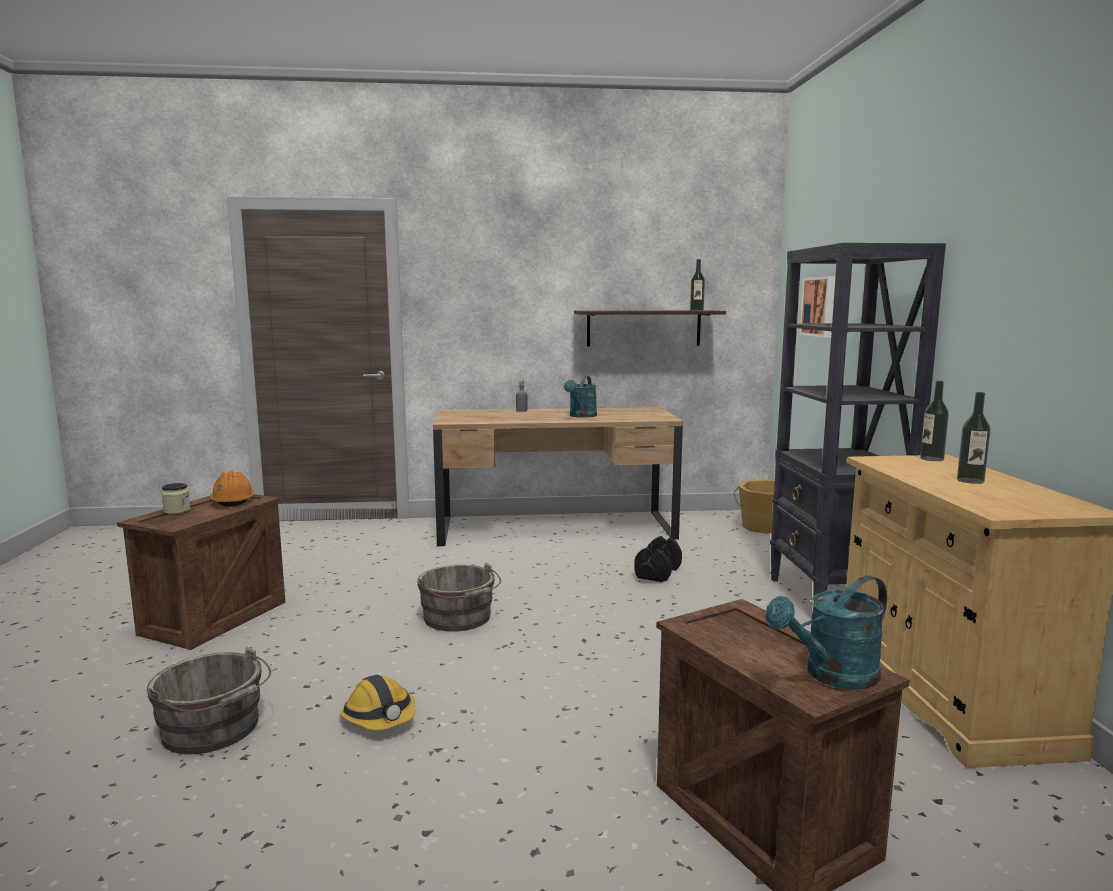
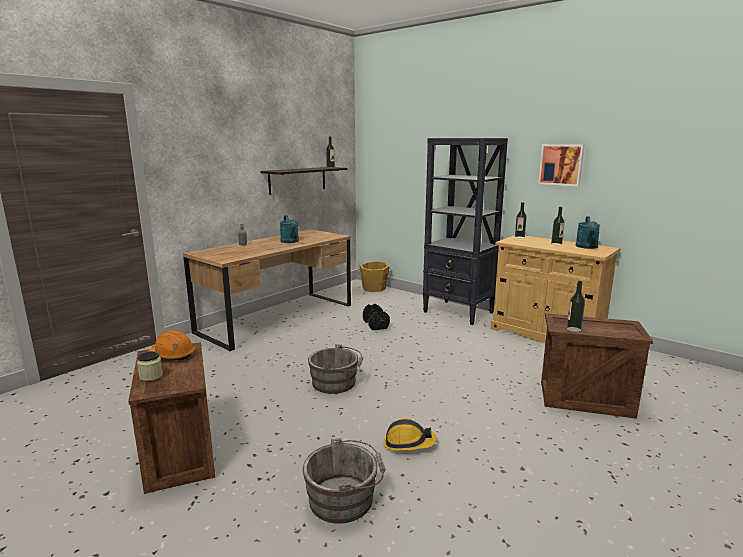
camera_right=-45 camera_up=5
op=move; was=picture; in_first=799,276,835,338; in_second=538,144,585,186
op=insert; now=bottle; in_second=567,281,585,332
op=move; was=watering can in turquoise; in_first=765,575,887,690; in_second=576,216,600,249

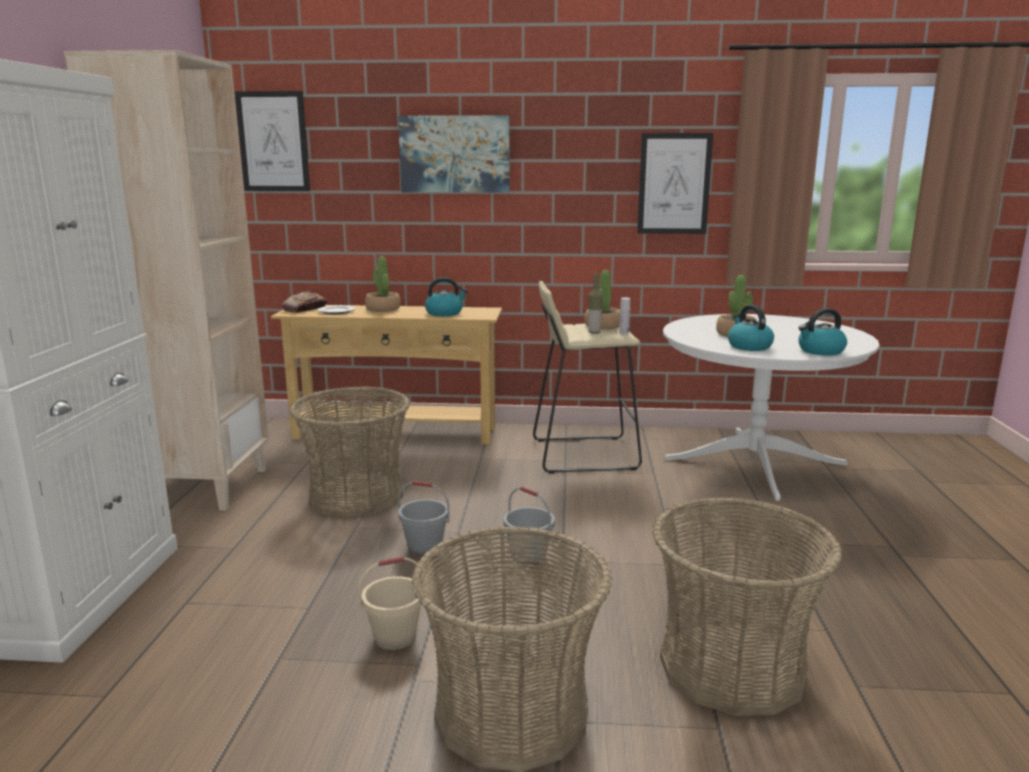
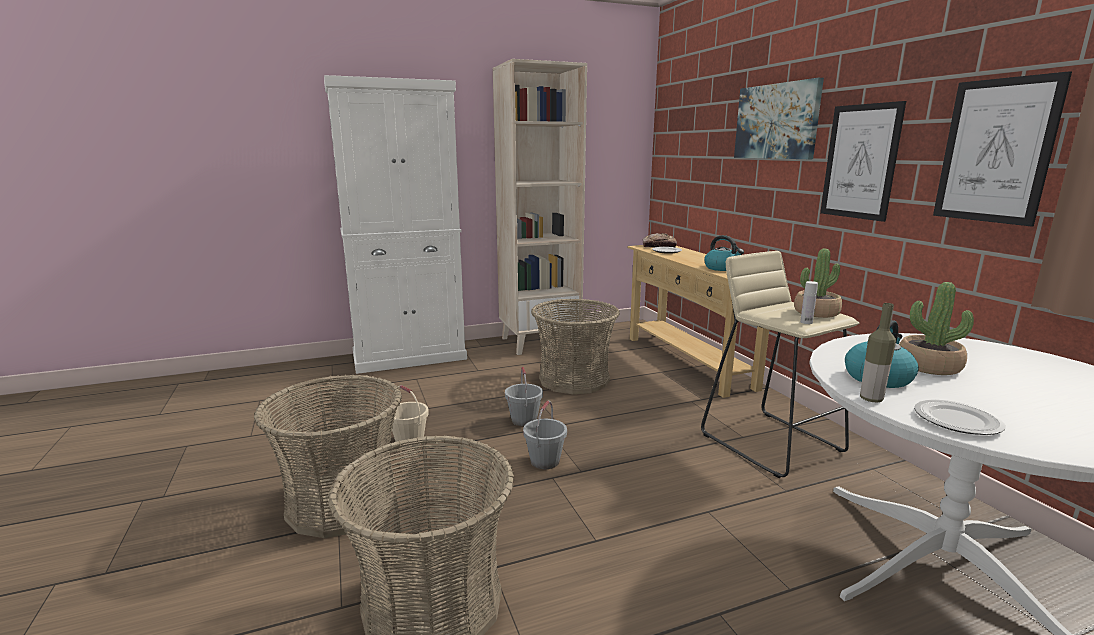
camera_right=65 camera_up=0
op=move; was=picture; in_first=235,91,310,191; in_second=820,101,906,222
op=move; was=bottle; in_first=588,274,602,334; in_second=860,303,896,402
op=replace; was=kettle; now=plate; in_first=799,308,847,356; in_second=914,400,1006,435
op=delete; was=potted plant; in_first=365,256,401,312

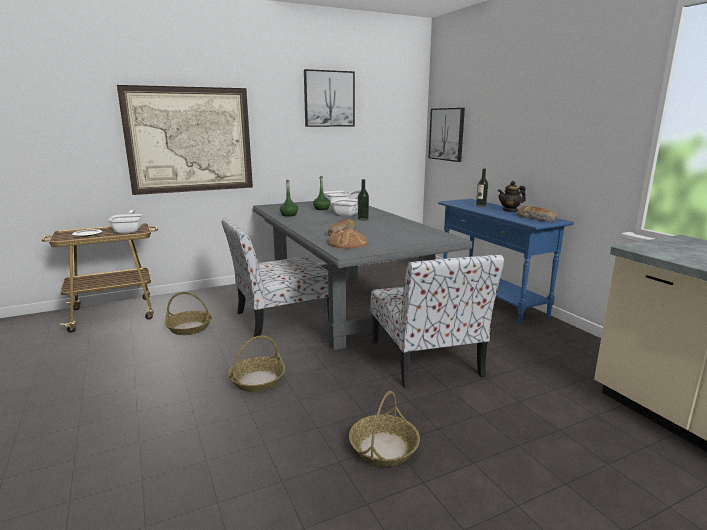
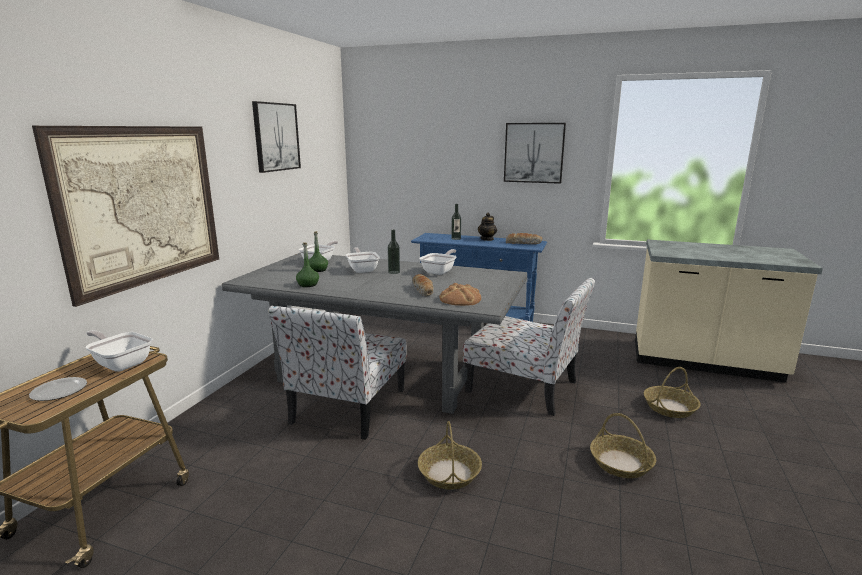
camera_right=-45 camera_up=0
op=insert; now=frying pan; in_second=419,249,456,275
op=move; was=picture; in_first=429,108,465,162; in_second=504,123,566,184
op=move; was=basket; in_first=165,292,212,335; in_second=644,367,701,418

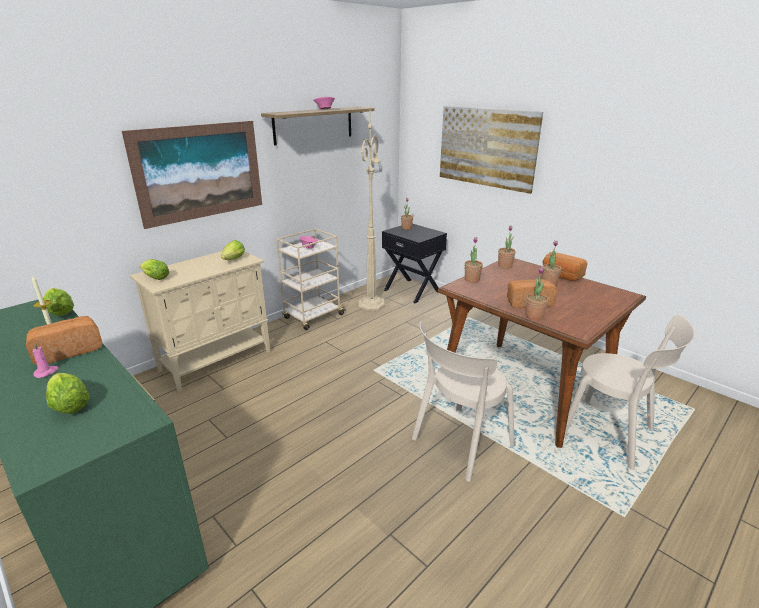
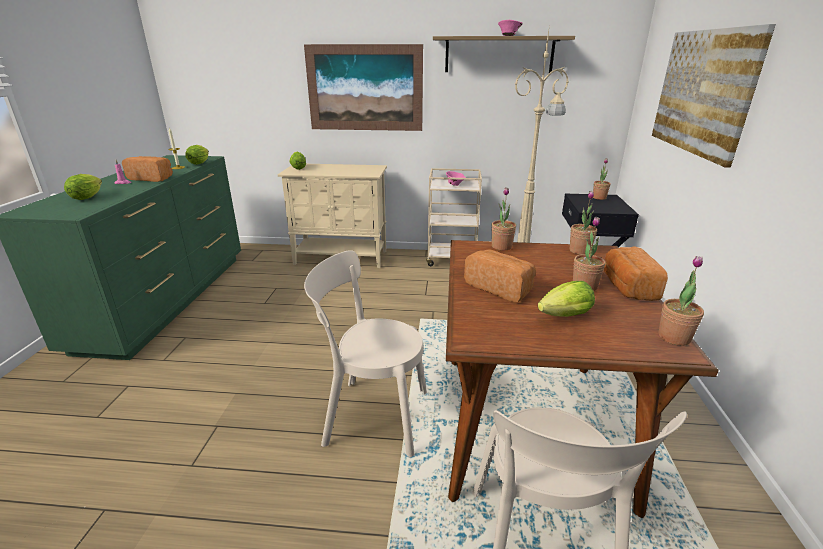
camera_right=50 camera_up=0
op=move; was=lettuce; in_first=221,240,245,260; in_second=538,281,595,317
op=move; was=potted plant; in_first=526,267,548,320; in_second=658,256,704,346

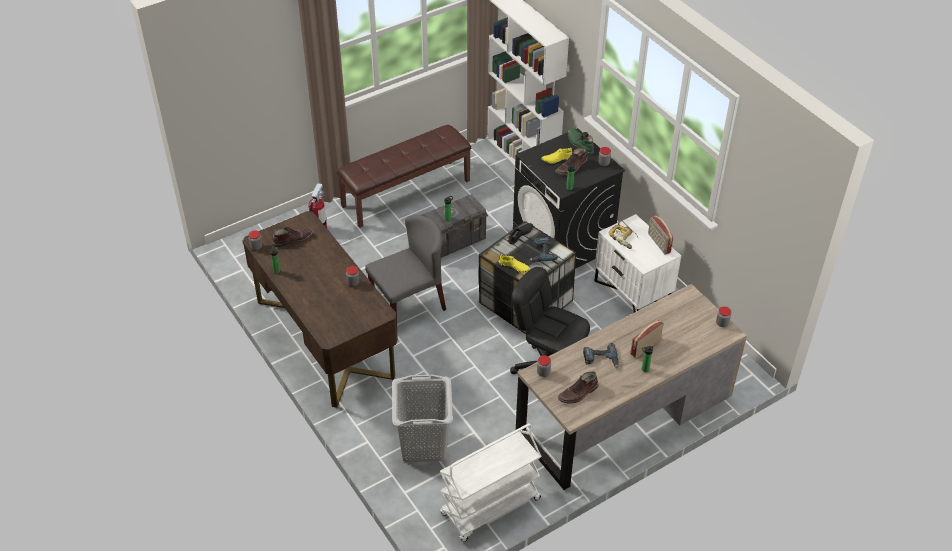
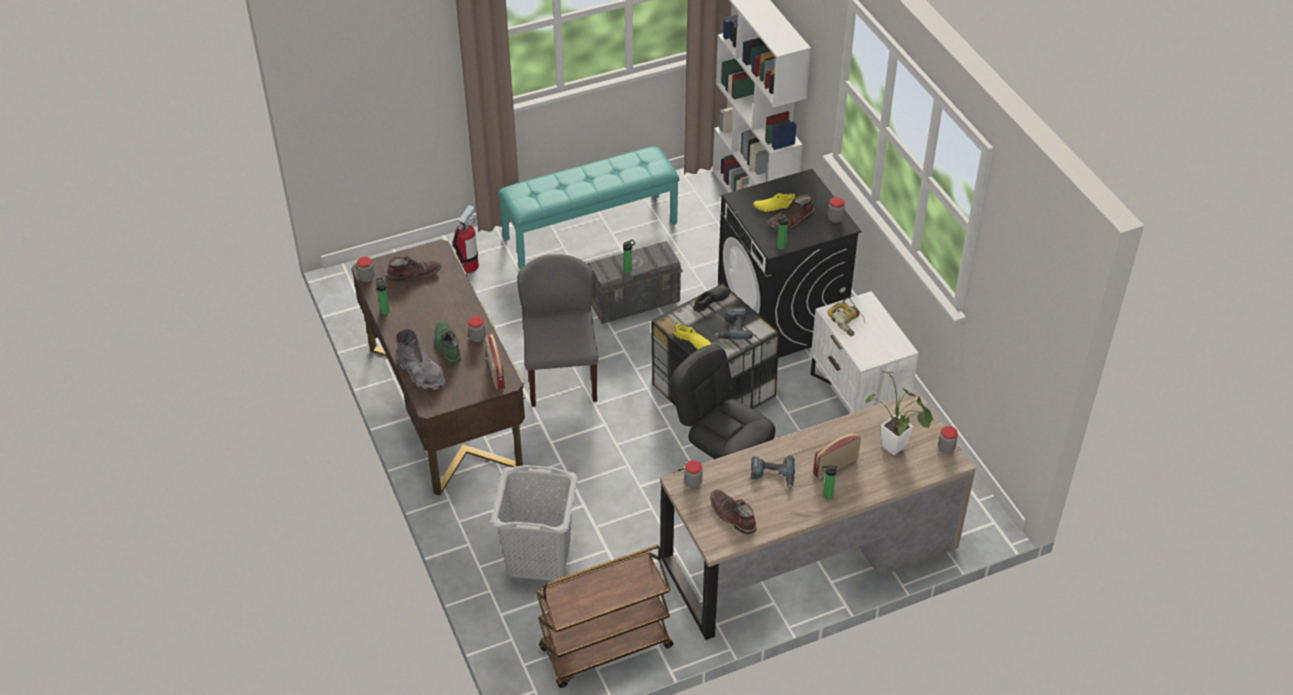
camera_right=10 camera_up=0
op=insert; now=boot in grey; in_second=396,329,445,390
op=move; was=boot in green; in_first=568,128,594,155; in_second=434,320,461,364
op=move; was=radio; in_first=648,216,673,254; in_second=485,334,505,390
op=recolor; was=bench in brown; now=bench in turquoise; in_first=337,125,471,228; in_second=498,147,680,269
op=rotate; was=chair in grey; in_first=365,215,446,320; in_second=517,254,598,407; clockwise=-75
op=recolor; was=cart in white; now=cart in brown; in_first=440,423,541,542; in_second=536,545,673,688
op=rotate; was=boot in brown; in_first=558,372,598,404; in_second=710,489,756,535; clockwise=75
op=insert; now=potted plant; in_second=865,371,933,455

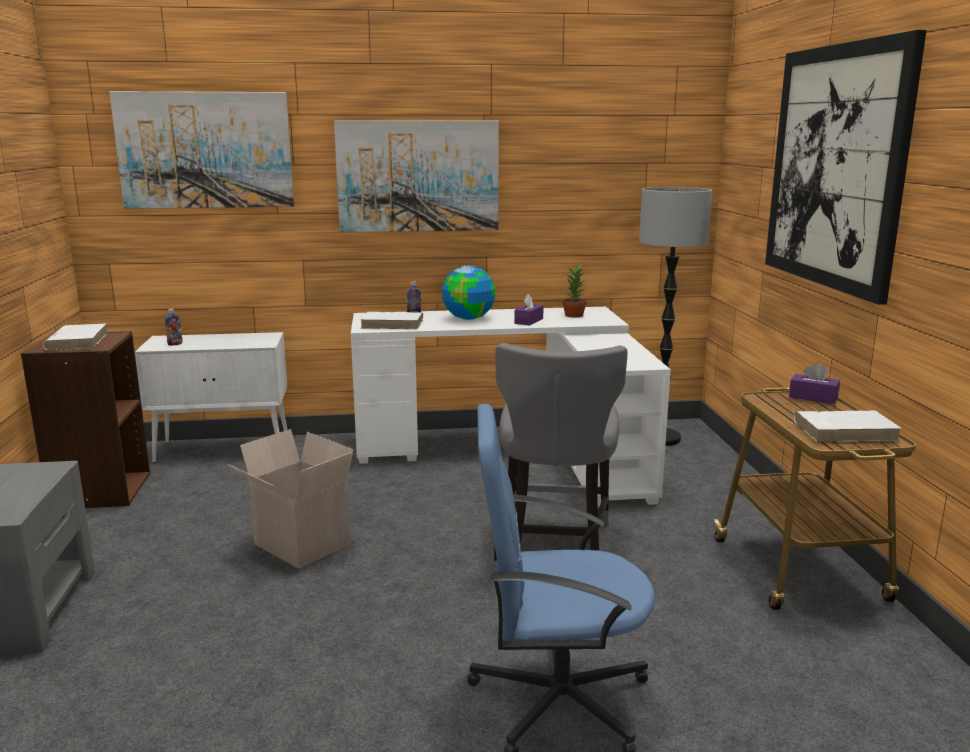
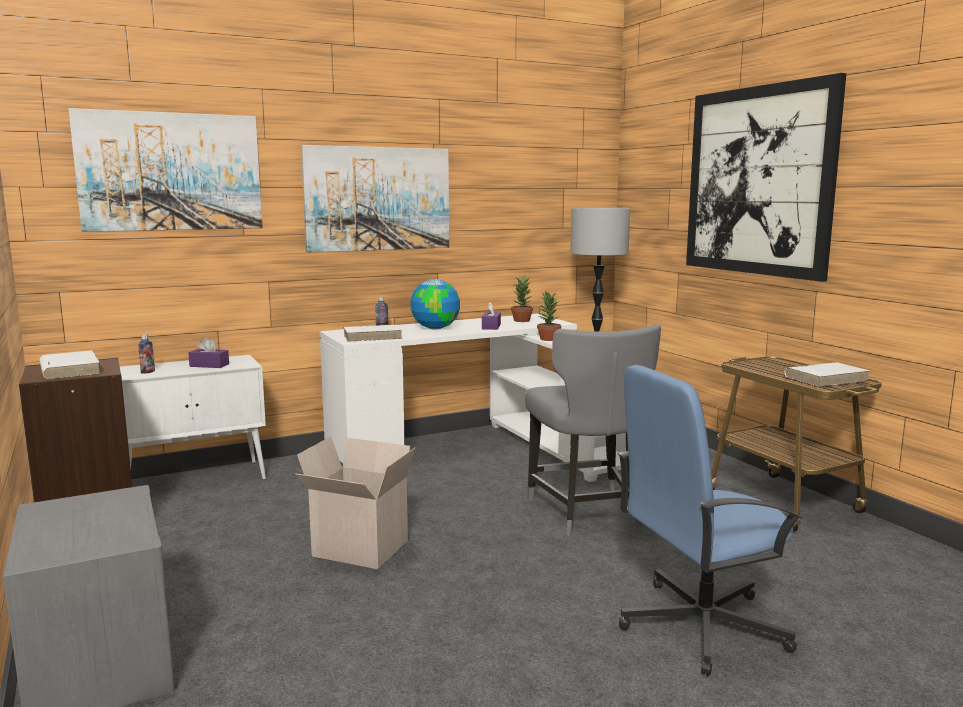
camera_right=-20 camera_up=-5
op=move; was=tissue box in purple; in_first=789,362,840,404; in_second=188,337,229,368
op=insert; now=potted plant; in_second=537,292,561,341

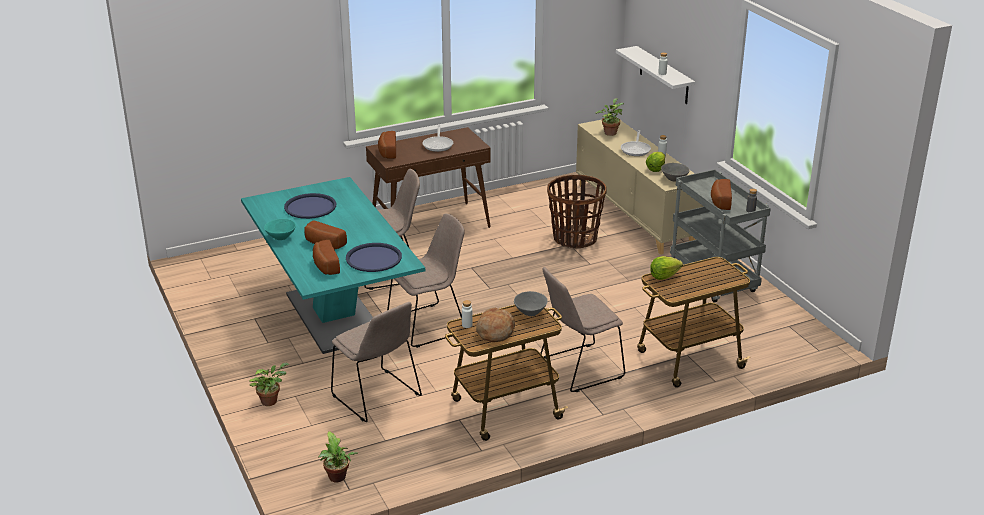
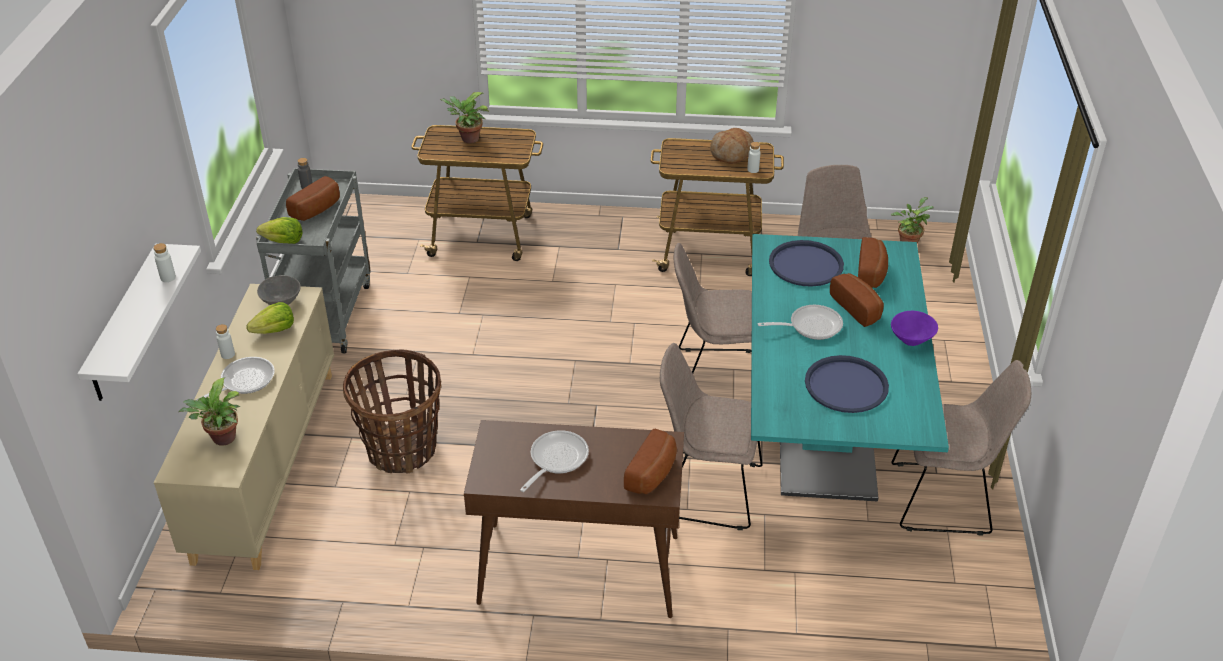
camera_right=-150 camera_up=10
op=move; was=lettuce; in_first=650,256,683,280; in_second=256,217,303,244
op=move; was=potted plant; in_first=249,363,289,406; in_second=440,92,489,143
op=insert; now=frying pan; in_second=757,305,843,340
op=recolor; was=bowl in turquoise; now=bowl in purple; in_first=264,219,296,240; in_second=891,311,938,346
op=move; was=chair in beige; in_first=540,267,625,392; in_second=891,360,1031,536
op=delete; was=bowl in grey; in_first=514,291,548,316

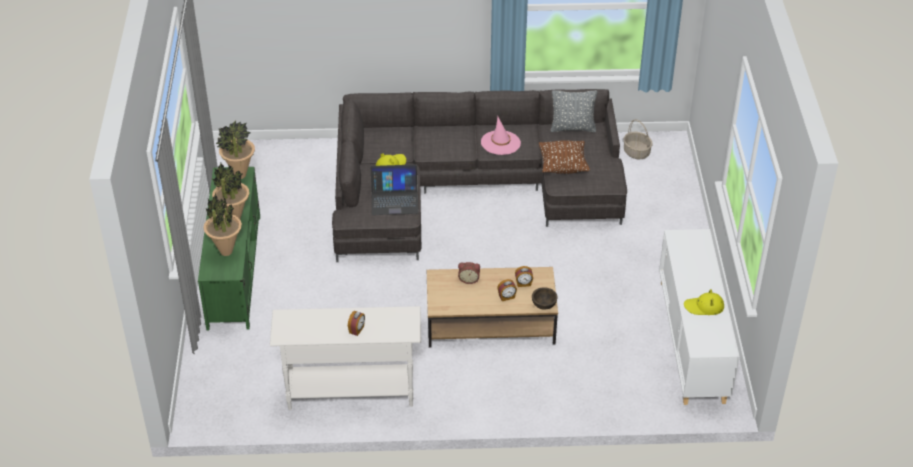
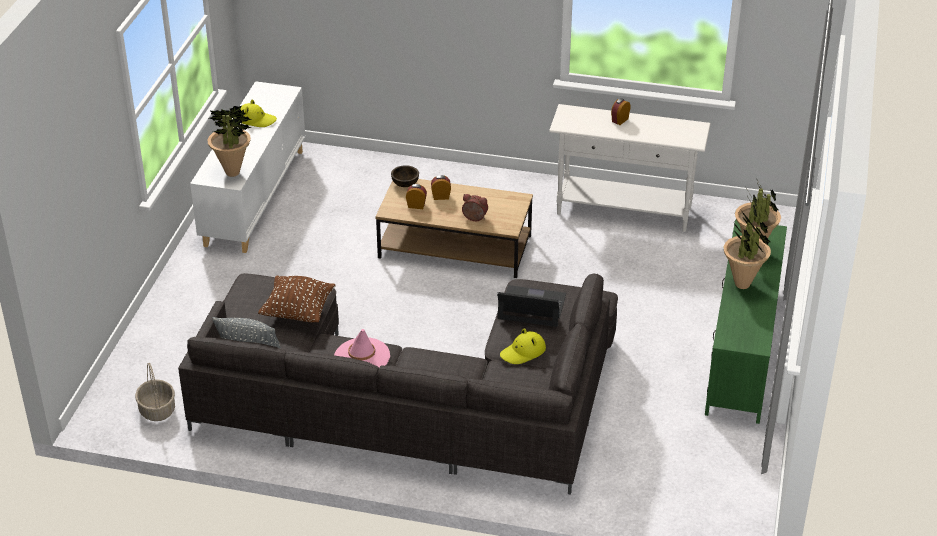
camera_right=-165 camera_up=-5
op=move; was=potted plant; in_first=216,121,255,179; in_second=208,106,252,177

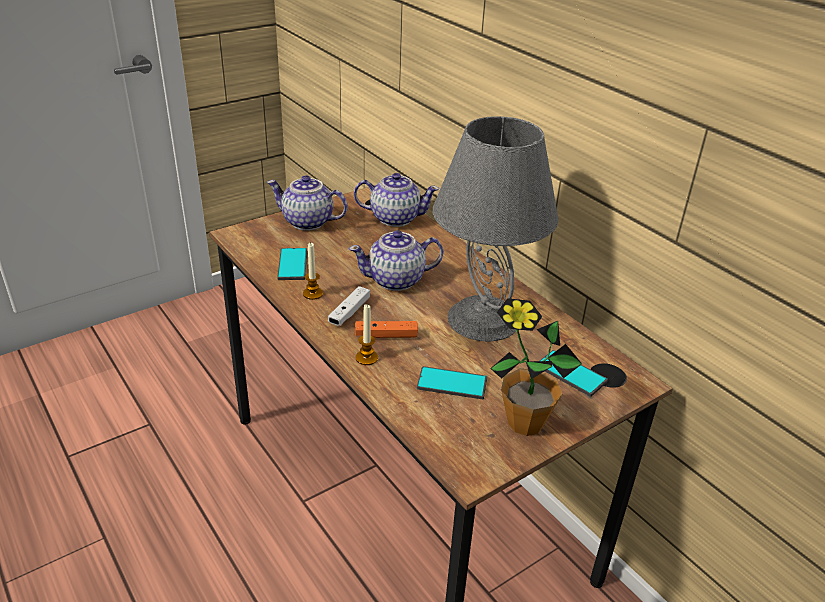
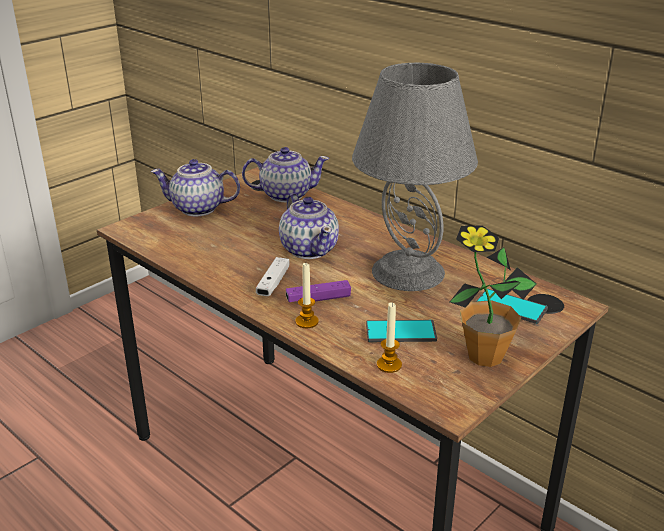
camera_right=-10 camera_up=-5
op=rotate; was=teapot; in_first=349,230,444,291; in_second=279,193,339,259; clockwise=-90
op=recolor; was=game controller in orange; now=game controller in purple; in_first=355,321,418,338; in_second=286,280,351,302
op=move; was=candle; in_first=303,243,323,300; in_second=377,302,402,373
op=delete; was=phone; in_first=277,248,307,280

